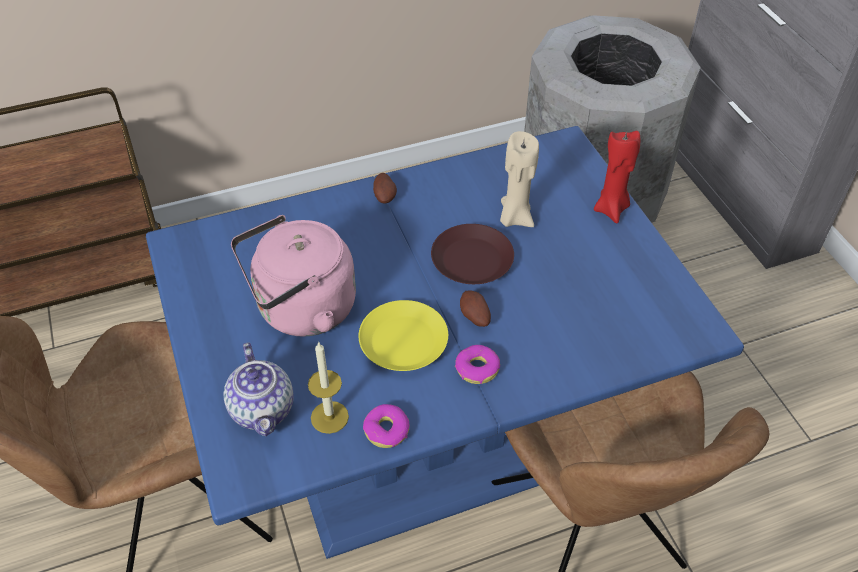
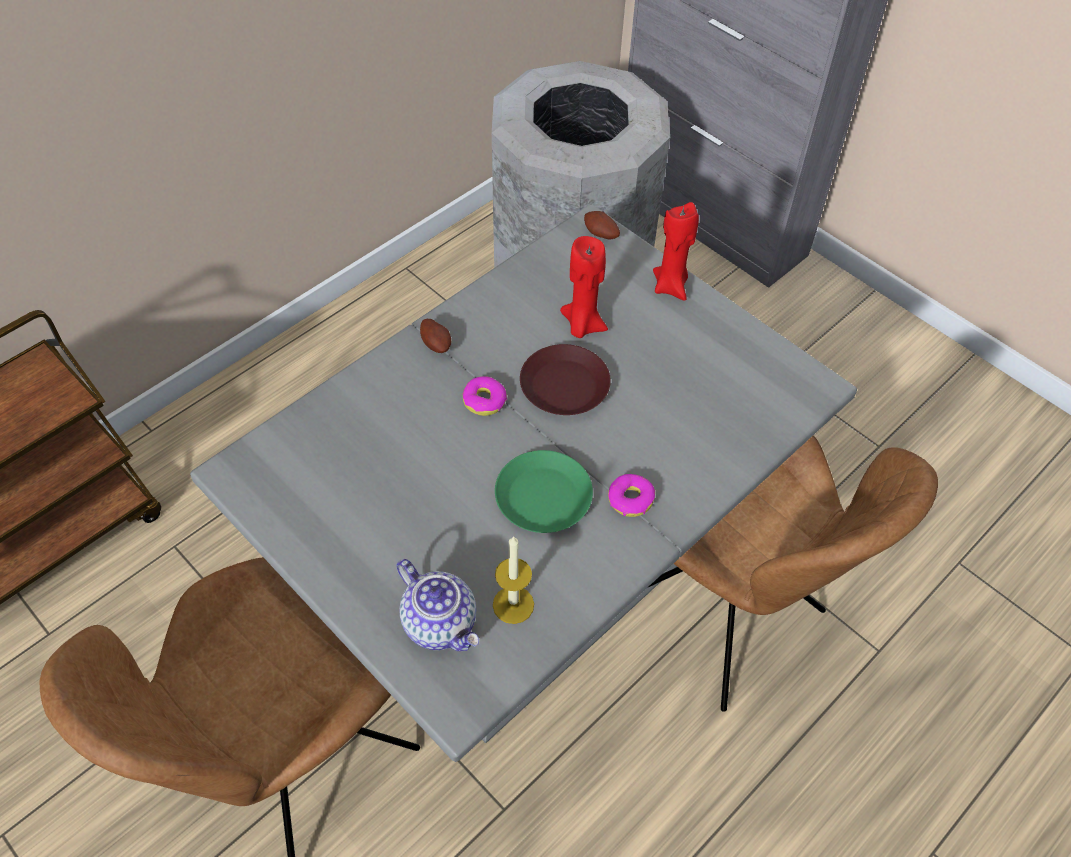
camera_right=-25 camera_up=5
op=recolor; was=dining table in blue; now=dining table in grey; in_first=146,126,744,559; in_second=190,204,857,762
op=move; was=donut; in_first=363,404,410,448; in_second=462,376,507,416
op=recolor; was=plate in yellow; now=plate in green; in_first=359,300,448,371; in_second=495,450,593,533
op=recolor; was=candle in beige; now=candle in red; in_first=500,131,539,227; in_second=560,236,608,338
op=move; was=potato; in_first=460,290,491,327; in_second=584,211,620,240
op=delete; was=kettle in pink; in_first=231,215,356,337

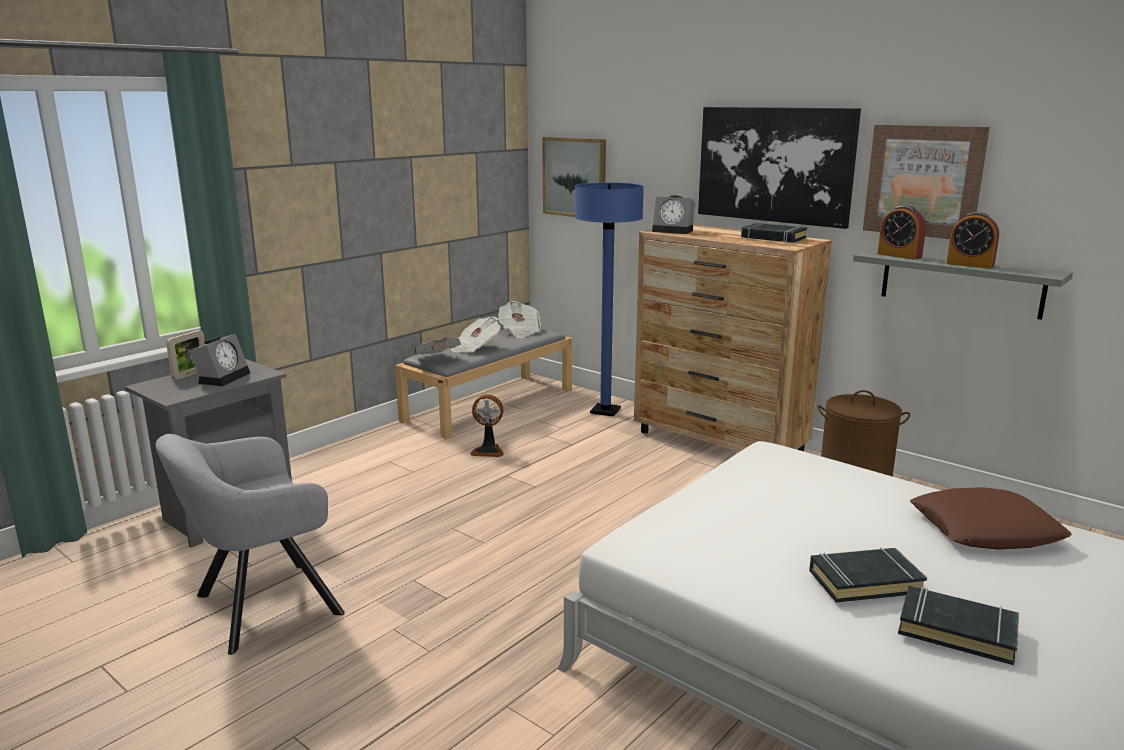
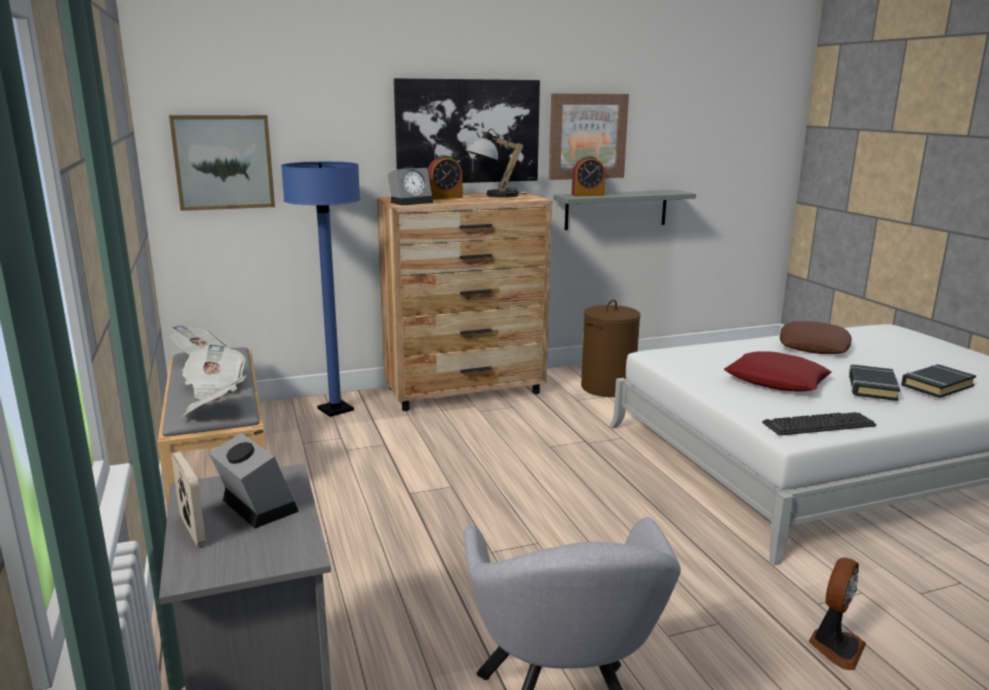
camera_right=-60 camera_up=0
op=move; was=alarm clock; in_first=946,212,999,269; in_second=428,155,463,200
op=replace; was=book in black; now=table lamp; in_first=741,223,807,243; in_second=466,129,528,198
op=insert; now=pillow in red; in_second=724,351,832,392
op=insert; now=keyboard; in_second=762,412,876,436
op=move; was=fan; in_first=470,394,504,457; in_second=809,558,866,670

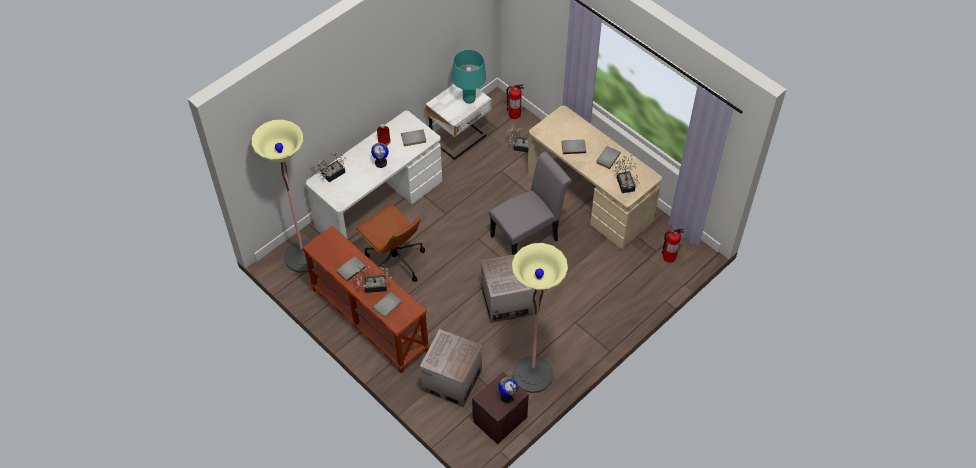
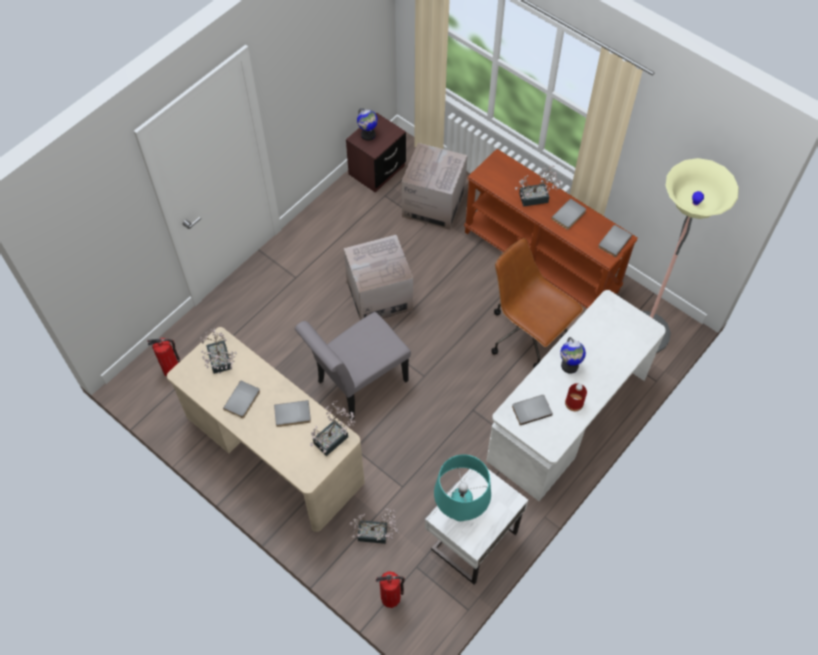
camera_right=175 camera_up=5
op=move; was=potted plant; in_first=313,152,346,182; in_second=310,400,356,456
op=move; was=book in grey; in_first=372,291,402,318; in_second=598,225,632,257
op=delete; was=floor lamp; in_first=512,243,568,393

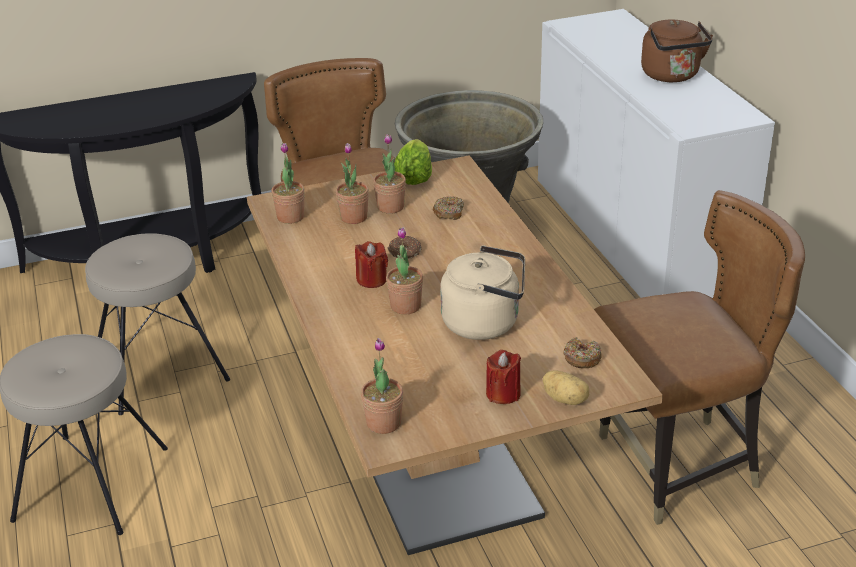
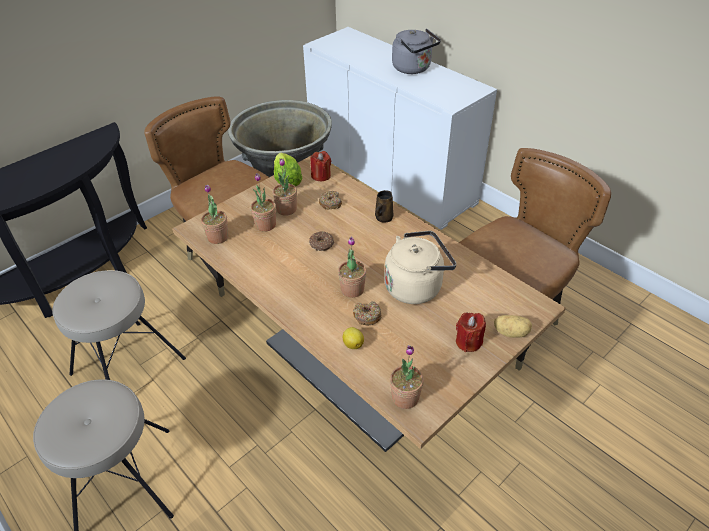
camera_right=-25 camera_up=10
op=move; was=candle in red; in_first=355,241,388,288; in_second=311,151,331,181
op=insert; now=lemon; in_second=343,327,364,349
op=move; was=donut; in_first=563,337,602,368; in_second=353,301,381,325
op=insert; now=mug in brown; in_second=375,190,394,222
op=recolor; was=kettle in brown; now=kettle in grey; in_first=641,19,713,82; in_second=392,29,441,74

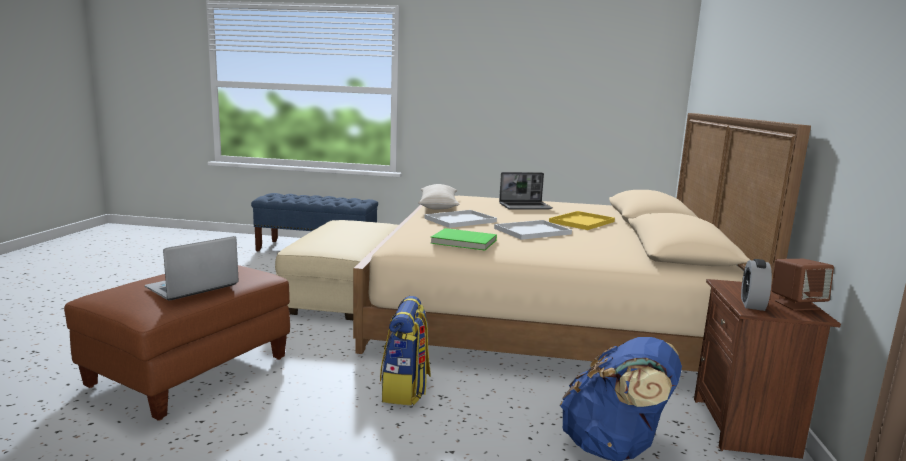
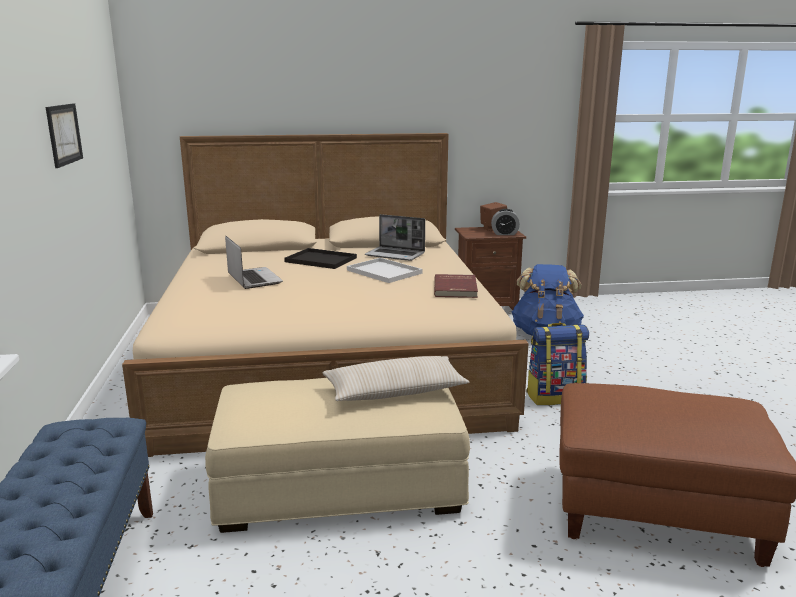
camera_right=-105 camera_up=5
op=insert; now=picture; in_second=46,103,83,168
op=recolor; was=tray in yellow; now=tray in black; in_first=549,211,615,230; in_second=284,248,357,269
op=move; was=pillow in beige; in_first=418,184,460,209; in_second=322,356,469,401
op=move; was=laptop; in_first=145,236,239,300; in_second=365,214,425,261
op=recolor; was=book in green; now=book in red; in_first=430,228,497,251; in_second=434,274,478,298
op=delete; was=tray in white; in_first=424,210,497,228

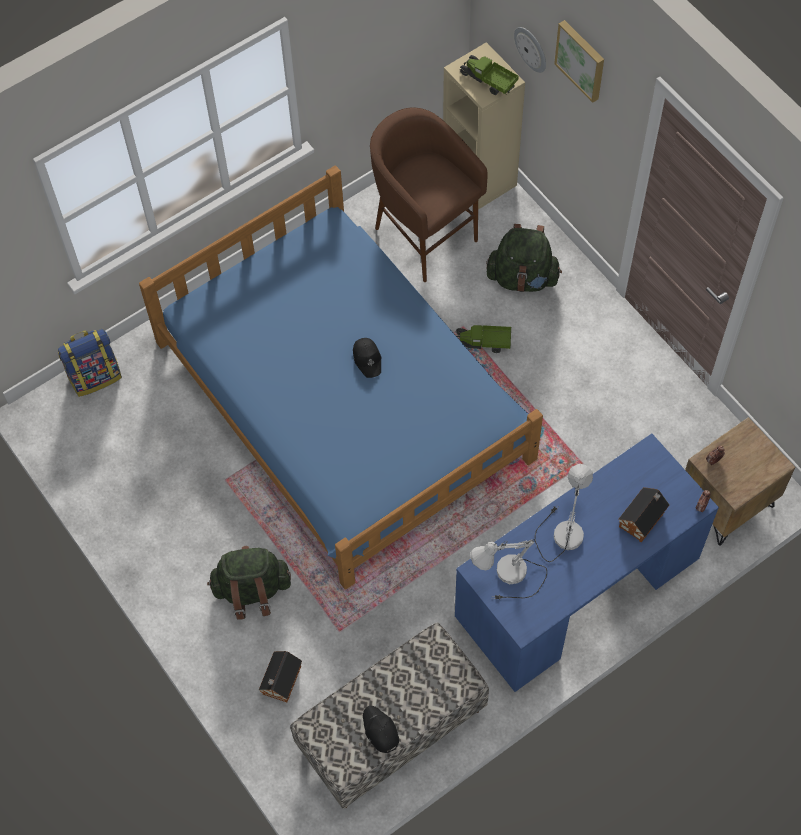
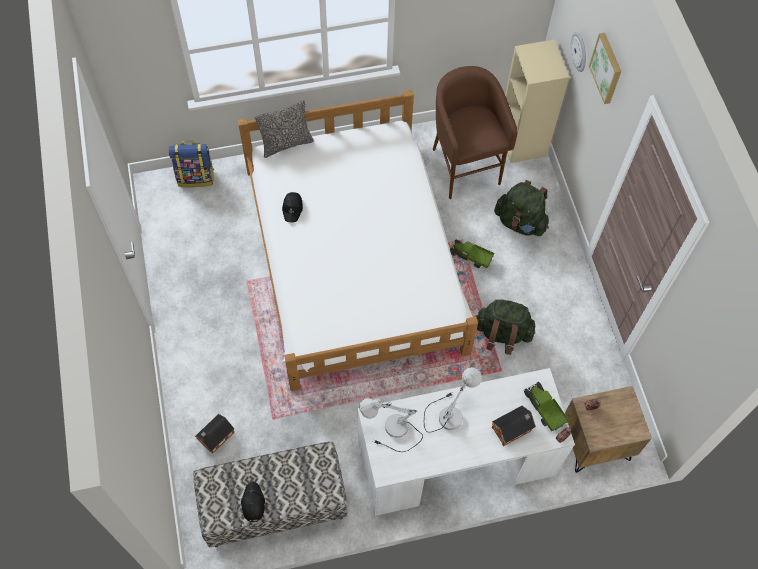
camera_right=20 camera_up=0
op=recolor; was=bed in blue; now=bed in white; in_first=139,166,543,589; in_second=238,90,478,391
op=insert; now=pillow; in_second=255,100,314,158
op=move; was=cap in black; in_first=353,338,381,378; in_second=282,192,303,222
op=recolor; was=desk in blue; now=desk in white; in_first=455,433,719,692; in_second=358,368,575,516
op=move; was=backpack in green; in_first=207,546,291,620; in_second=475,299,535,355
op=move; was=toy truck; in_first=460,55,519,96; in_second=524,382,569,431

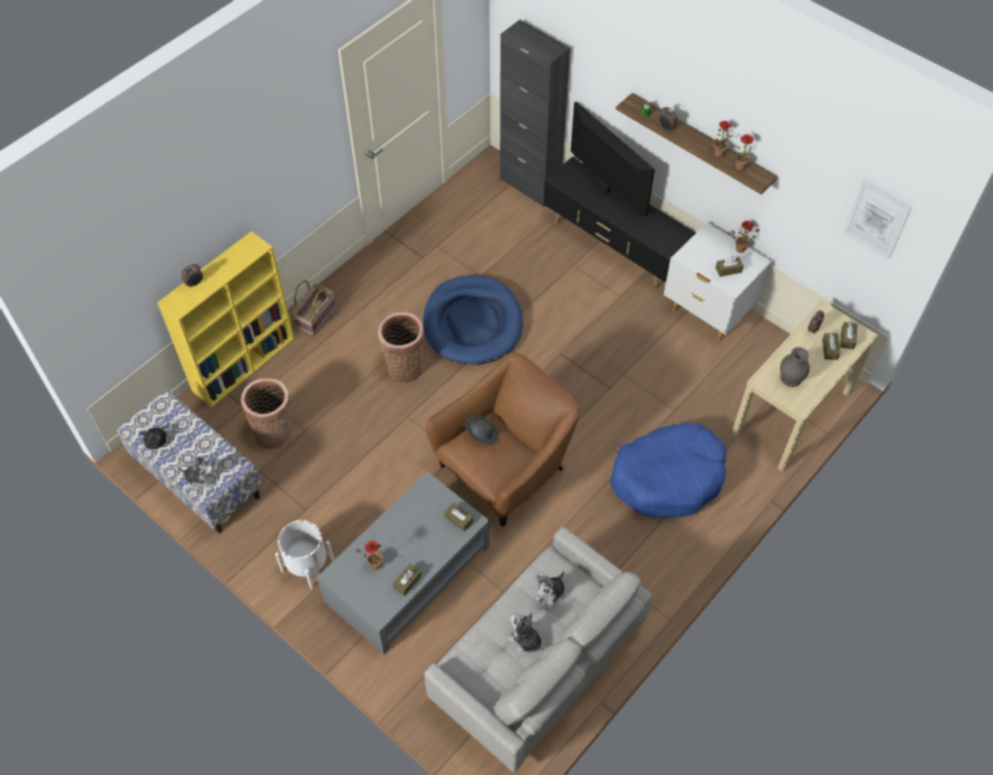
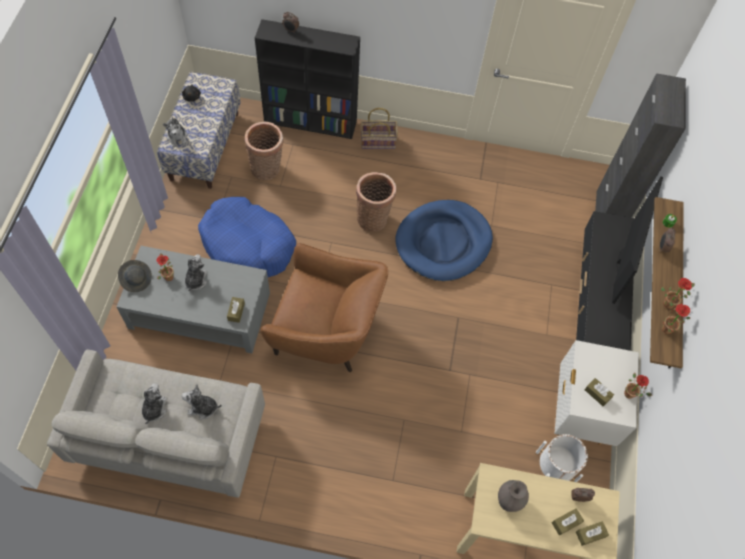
camera_right=55 camera_up=5
op=move; was=hat in grey; in_first=465,415,498,445; in_second=118,260,152,292
op=insert; now=plush toy; in_second=184,254,207,292
op=move; was=dog bed in blue; in_first=610,423,727,518; in_second=198,197,296,277
op=recolor; was=bookcase in yellow; now=bookcase in black; in_first=157,231,295,407; in_second=255,19,360,139
op=move; was=planter in white; in_first=275,520,334,589; in_second=536,434,588,482
op=delete; was=tissue box in brown; in_first=393,564,421,596
op=delete; was=picture; in_first=843,180,912,259

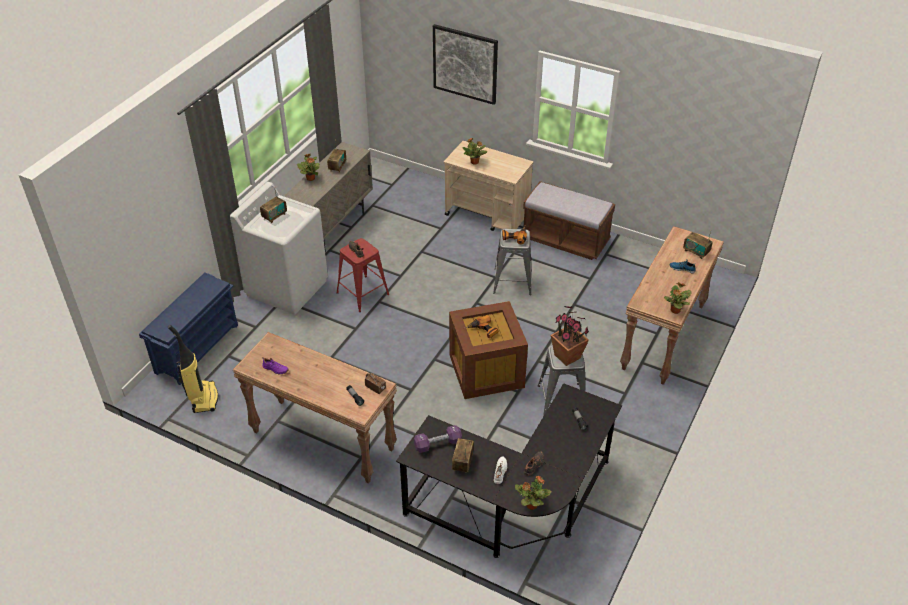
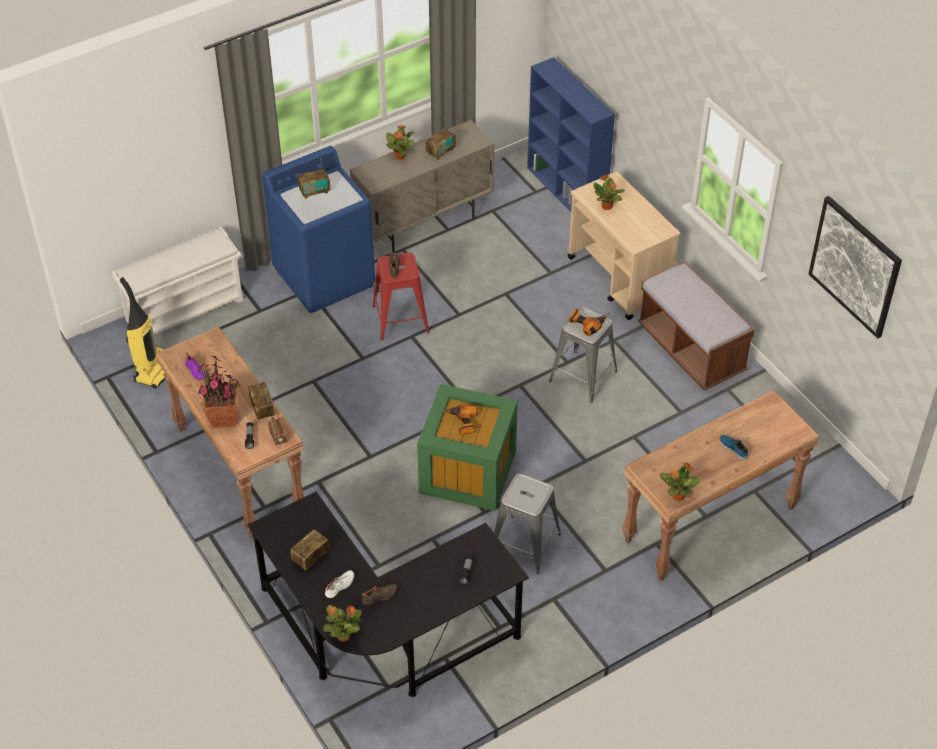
camera_right=30 camera_up=5
op=recolor; was=shoe rack in blue; now=shoe rack in white; in_first=139,272,238,385; in_second=112,227,243,335
op=move; was=potted plant; in_first=551,306,589,366; in_second=197,356,239,428
op=move; was=radio; in_first=683,230,713,259; in_second=248,382,275,421
op=recolor; was=washing machine in white; now=washing machine in blue; in_first=230,182,328,314; in_second=262,146,375,313
op=recolor; was=storage box in brown; now=storage box in green; in_first=449,301,528,399; in_second=417,384,518,511
op=insert; now=bookcase in blue; in_second=527,57,615,212
op=move; was=picture; in_first=433,24,498,105; in_second=809,196,902,338
op=delete; was=dumbbell in purple; in_first=414,425,462,453

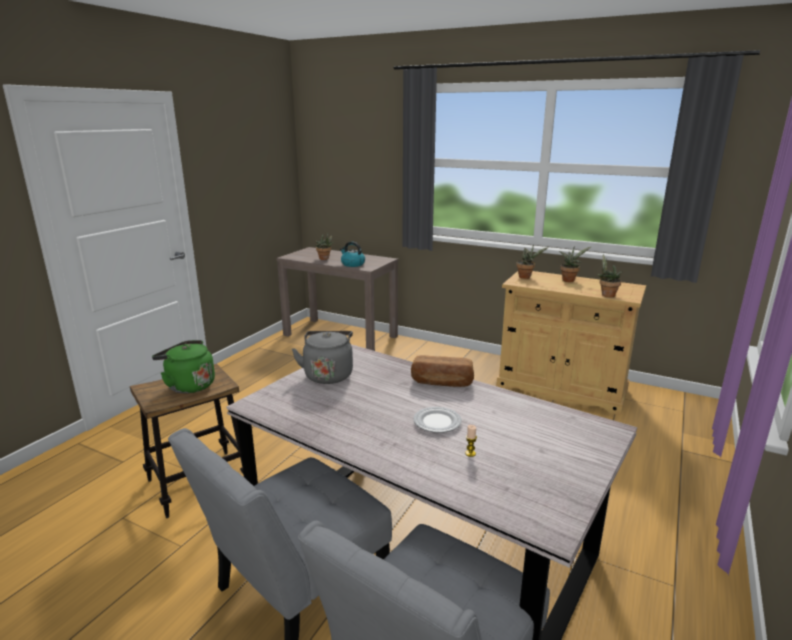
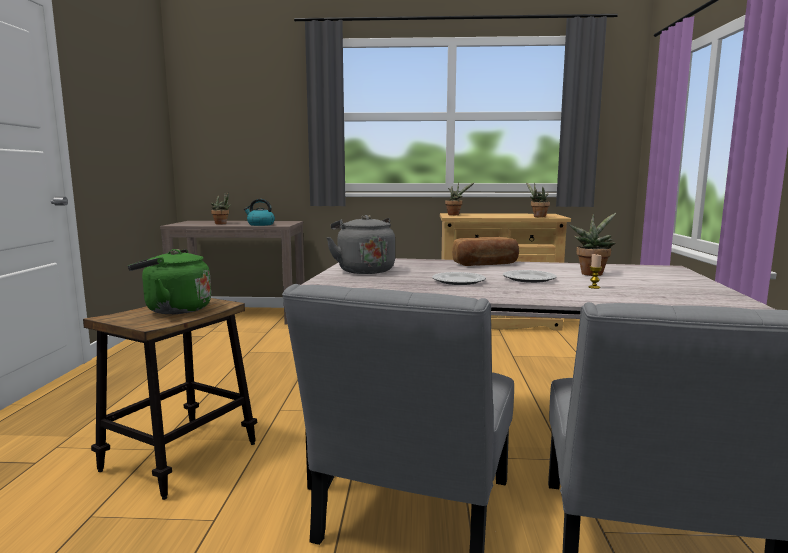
camera_right=-25 camera_up=-10
op=insert; now=plate; in_second=432,272,486,285
op=move; was=potted plant; in_first=559,246,592,282; in_second=569,213,616,276

